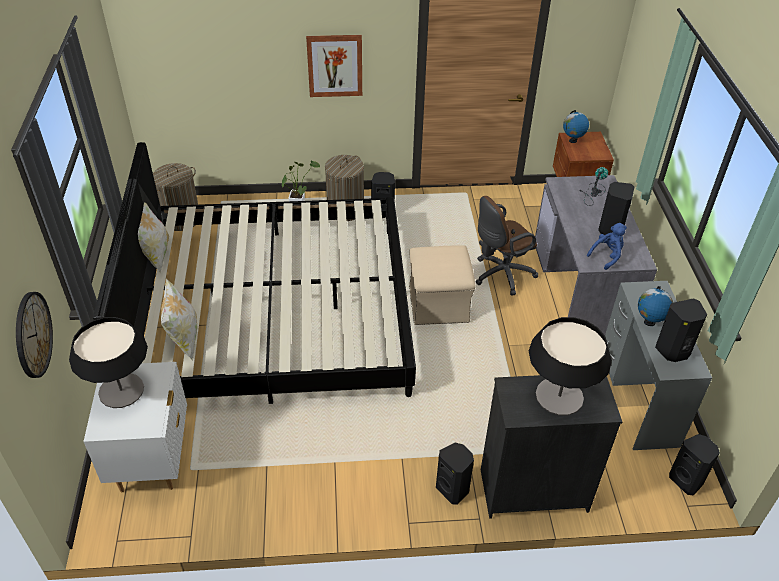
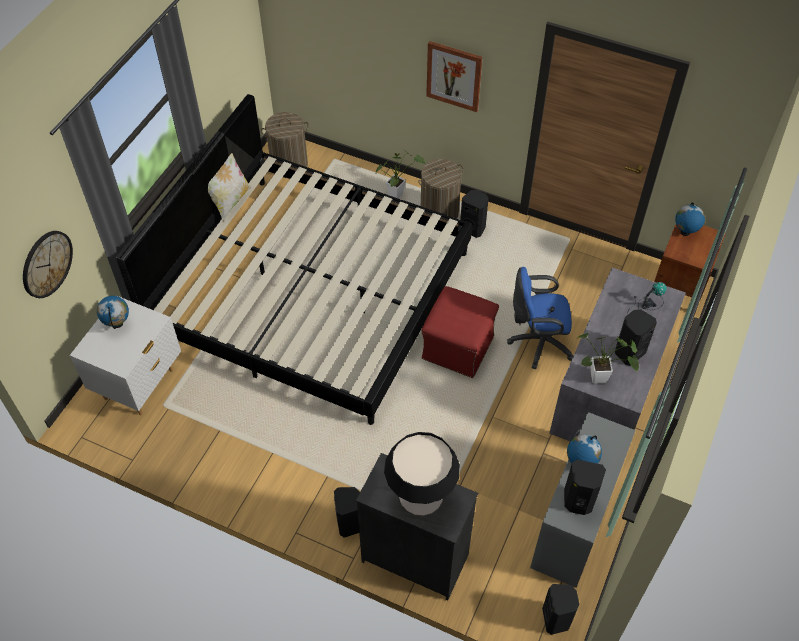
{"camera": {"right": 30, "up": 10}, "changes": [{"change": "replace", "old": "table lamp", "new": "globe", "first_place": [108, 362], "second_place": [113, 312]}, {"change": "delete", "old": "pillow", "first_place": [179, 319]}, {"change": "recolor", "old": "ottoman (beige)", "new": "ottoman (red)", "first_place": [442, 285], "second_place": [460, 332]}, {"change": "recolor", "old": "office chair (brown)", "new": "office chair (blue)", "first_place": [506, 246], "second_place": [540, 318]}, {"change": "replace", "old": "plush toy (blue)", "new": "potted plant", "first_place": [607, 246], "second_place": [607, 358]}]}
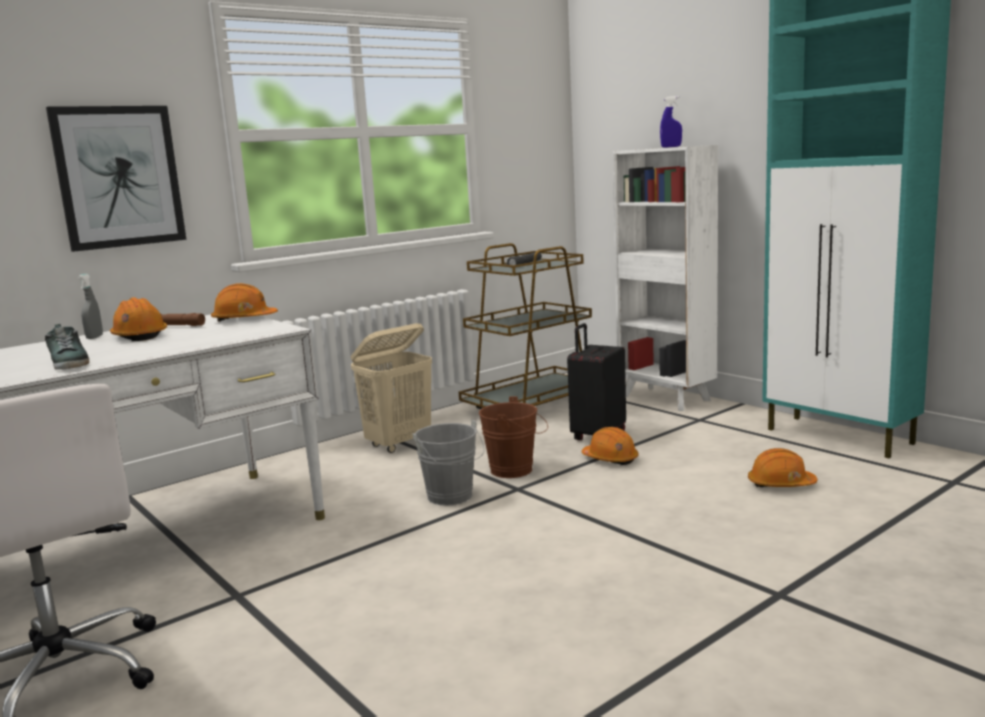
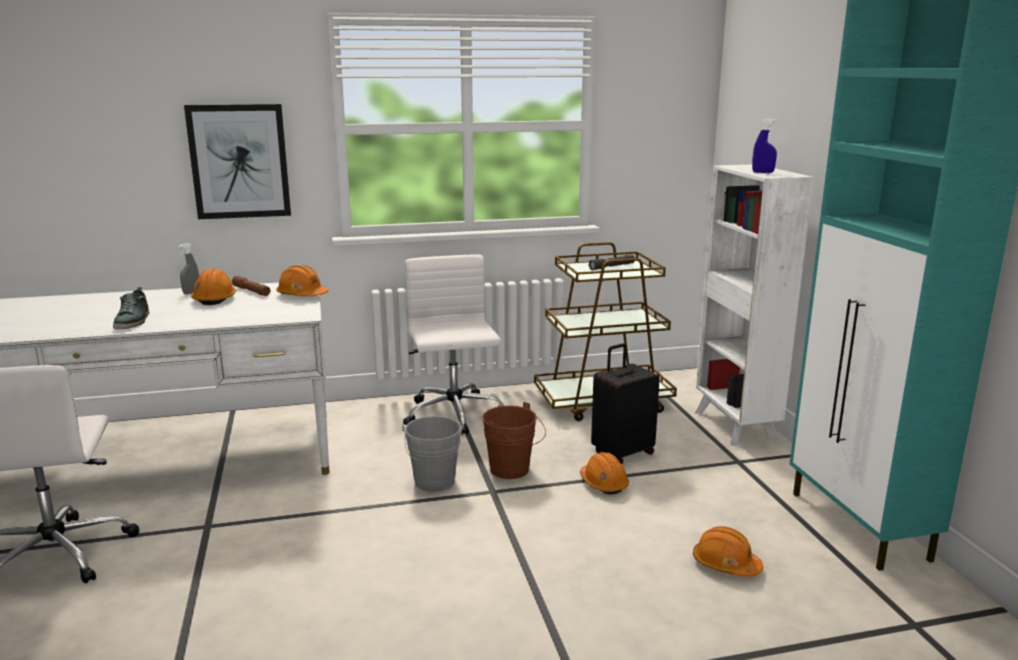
{"camera": {"right": 25, "up": 5}, "changes": [{"change": "replace", "old": "laundry basket (beige)", "new": "office chair (white)", "first_place": [391, 388], "second_place": [453, 345]}]}
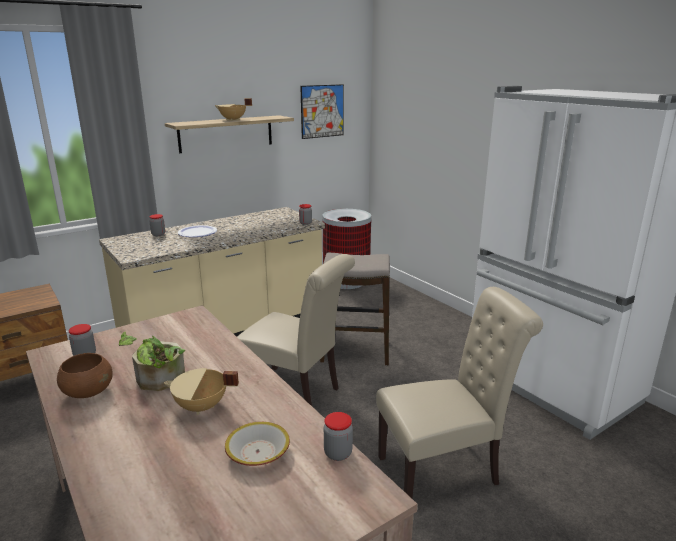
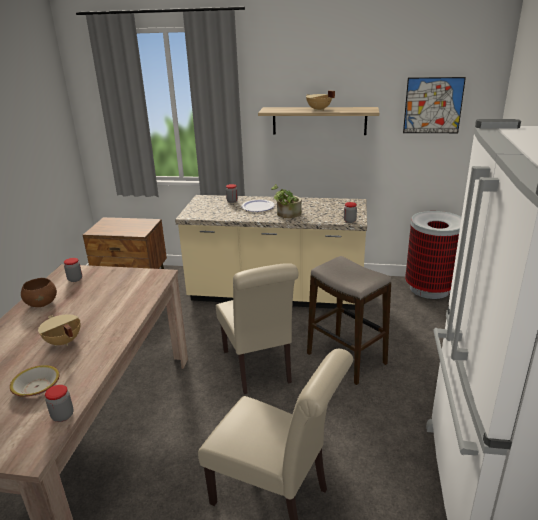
{"camera": {"right": 45, "up": 5}, "changes": [{"change": "move", "old": "potted plant", "first_place": [152, 361], "second_place": [286, 201]}]}
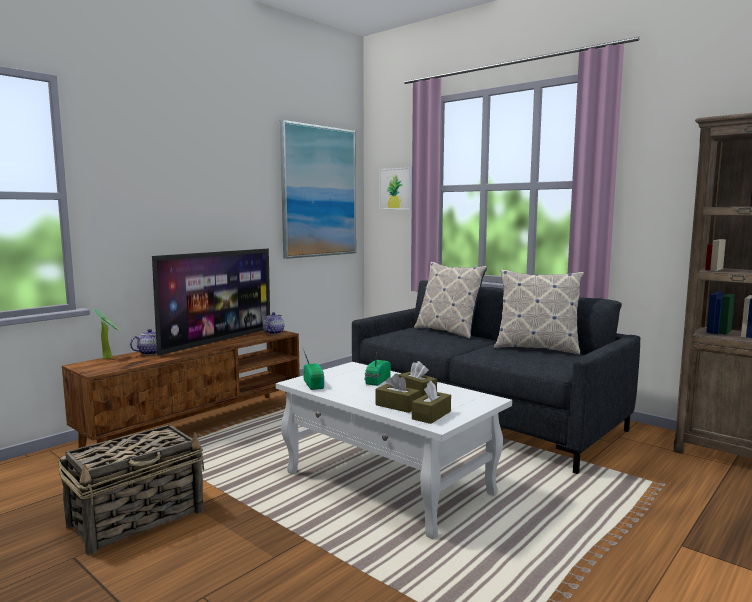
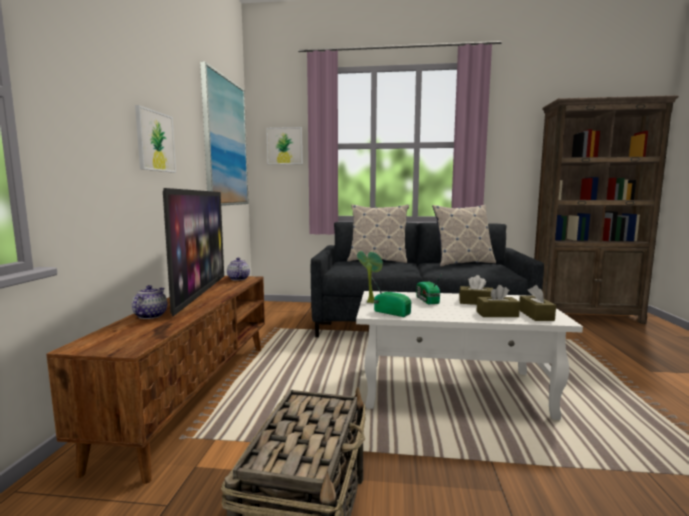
{"camera": {"right": -35, "up": 0}, "changes": [{"change": "move", "old": "potted plant", "first_place": [106, 333], "second_place": [370, 277]}, {"change": "insert", "new": "picture", "second_place": [155, 139]}]}
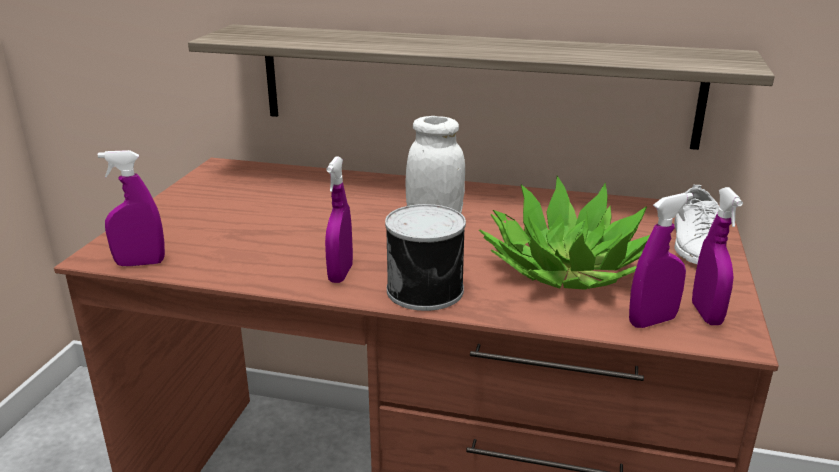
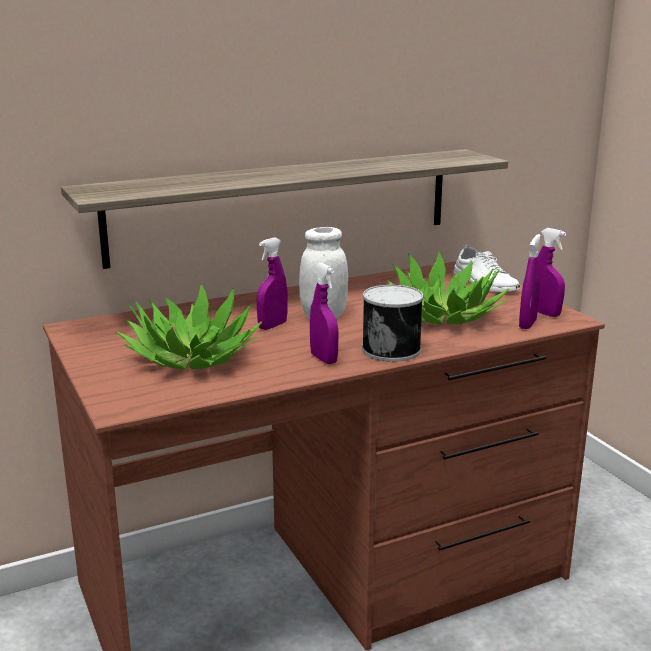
{"camera": {"right": -40, "up": -5}, "changes": [{"change": "move", "old": "spray bottle (purple)", "first_place": [131, 208], "second_place": [272, 283]}, {"change": "insert", "new": "potted plant", "second_place": [188, 327]}]}
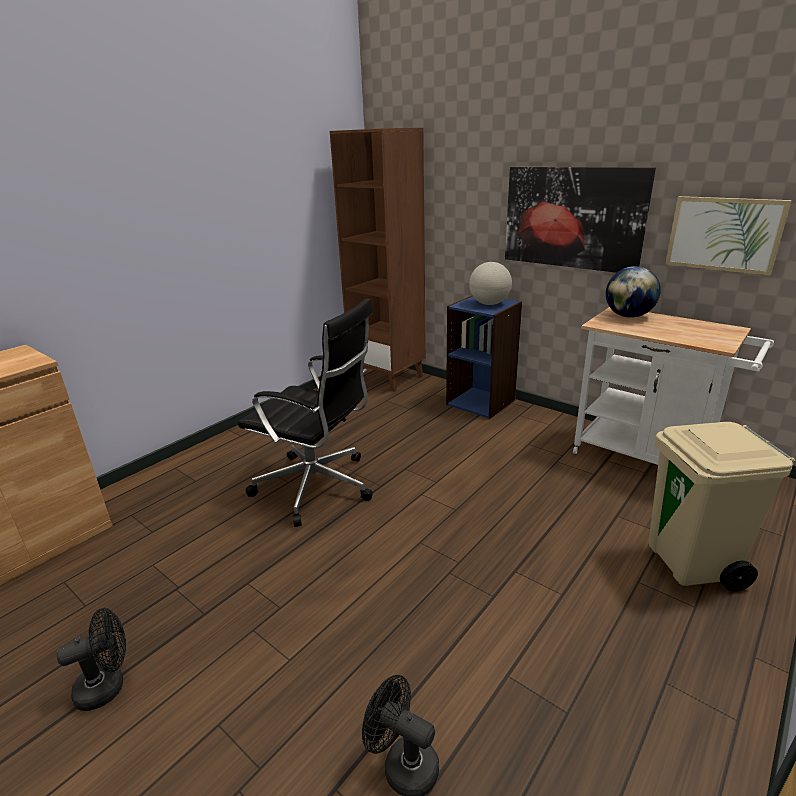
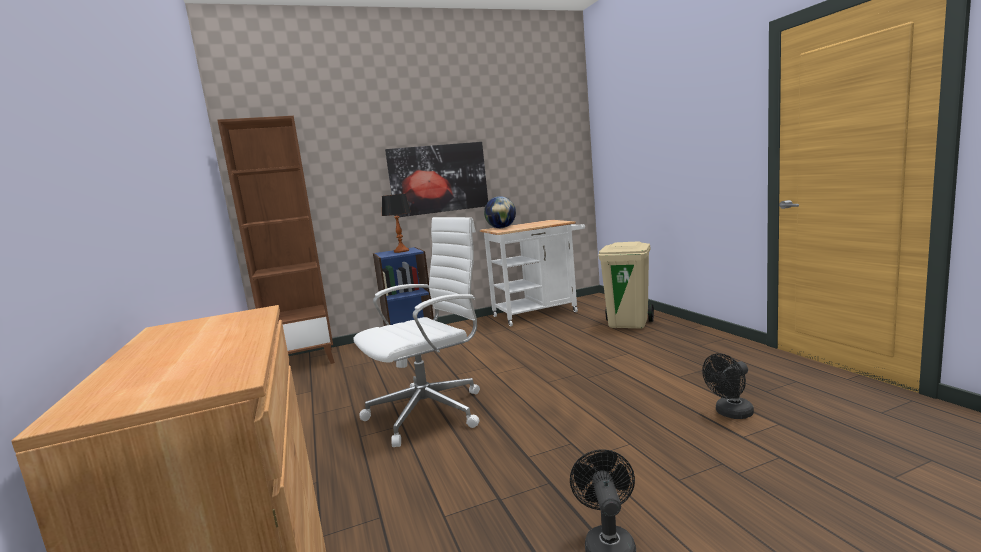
{"camera": {"right": -60, "up": -15}, "changes": [{"change": "recolor", "old": "office chair (black)", "new": "office chair (white)", "first_place": [305, 412], "second_place": [416, 332]}, {"change": "replace", "old": "globe", "new": "table lamp", "first_place": [490, 283], "second_place": [396, 223]}, {"change": "delete", "old": "picture", "first_place": [728, 236]}]}
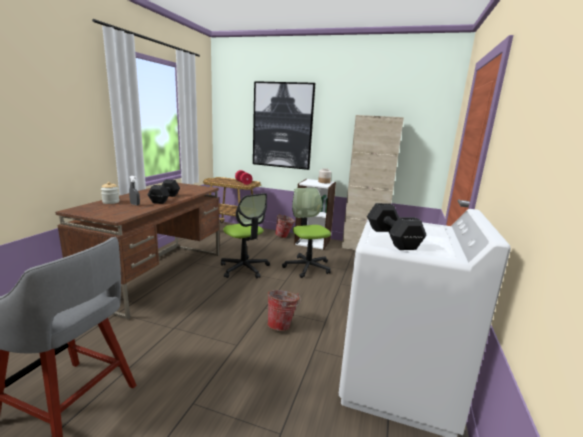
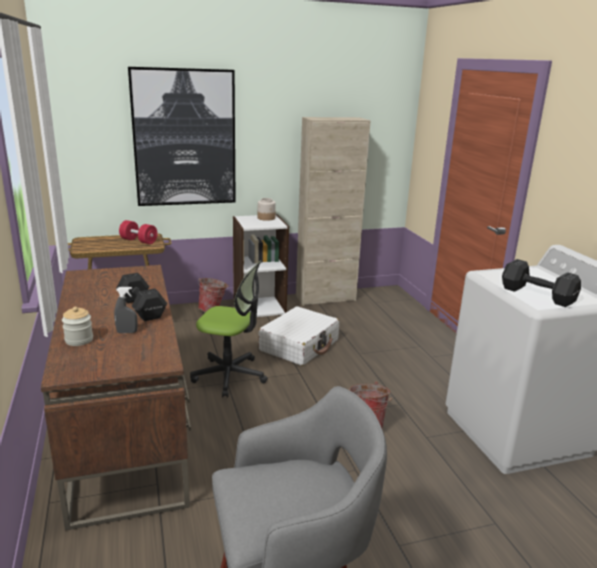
{"camera": {"right": -35, "up": 5}, "changes": [{"change": "replace", "old": "office chair", "new": "suitcase (white)", "first_place": [306, 233], "second_place": [298, 336]}]}
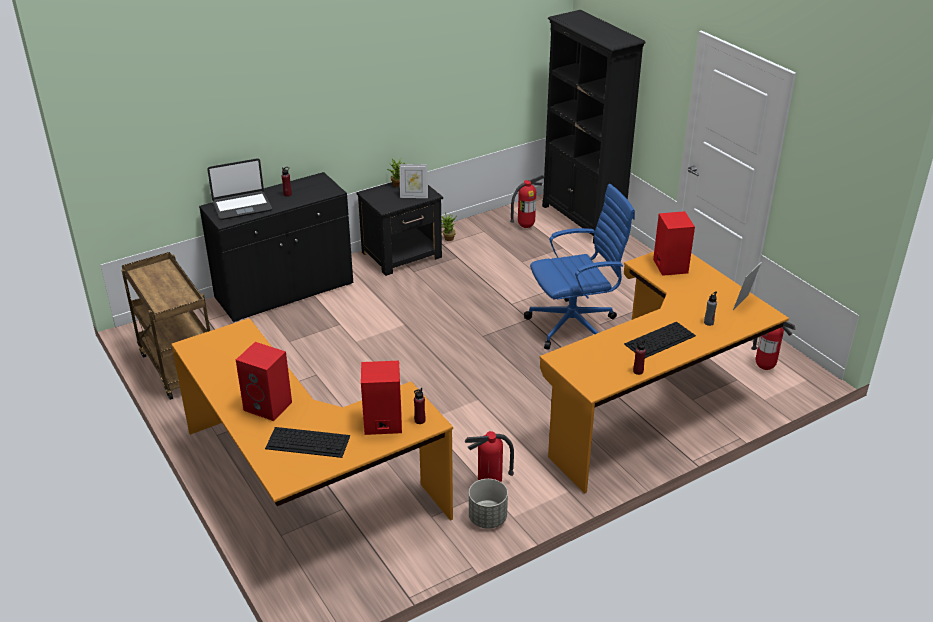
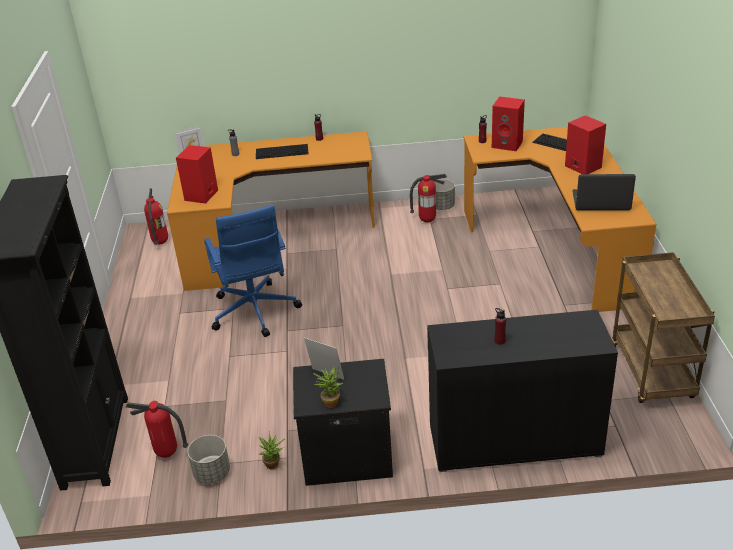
{"camera": {"right": -150, "up": 0}, "changes": [{"change": "move", "old": "laptop", "first_place": [239, 189], "second_place": [604, 192]}, {"change": "rotate", "old": "office chair (blue)", "first_place": [579, 267], "second_place": [253, 271], "degrees": -120}, {"change": "insert", "new": "planter (grey)", "second_place": [209, 459]}]}
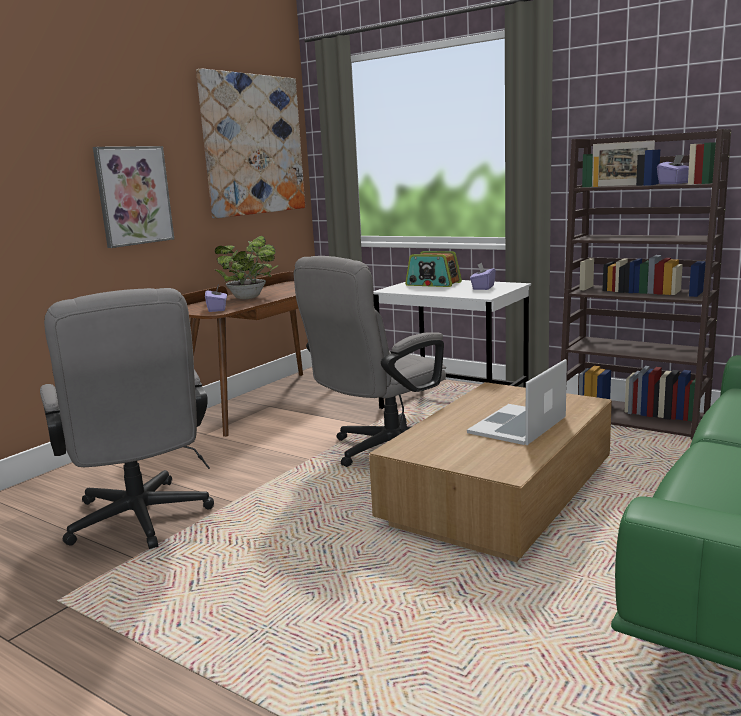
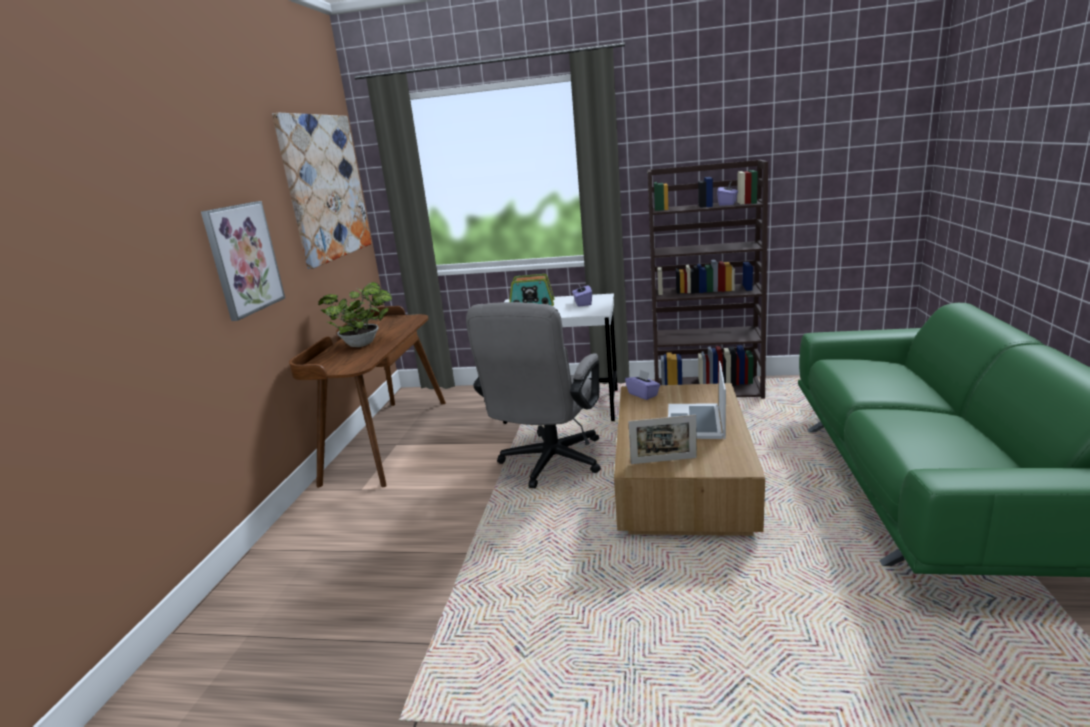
{"camera": {"right": -25, "up": 5}, "changes": [{"change": "delete", "old": "office chair (grey)", "first_place": [127, 418]}, {"change": "move", "old": "tissue box (purple)", "first_place": [216, 298], "second_place": [642, 384]}, {"change": "move", "old": "picture frame", "first_place": [623, 163], "second_place": [663, 439]}]}
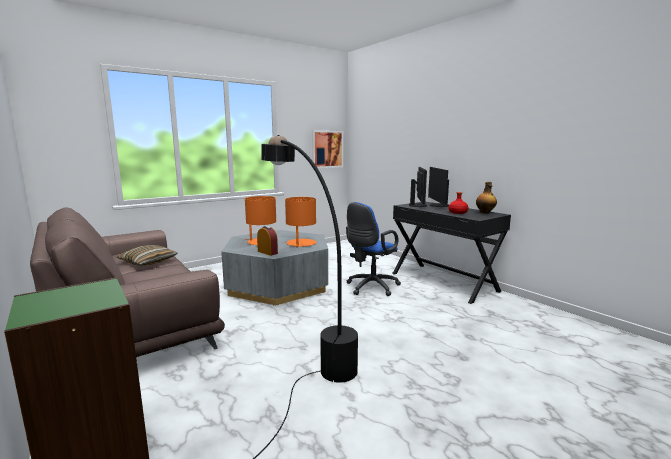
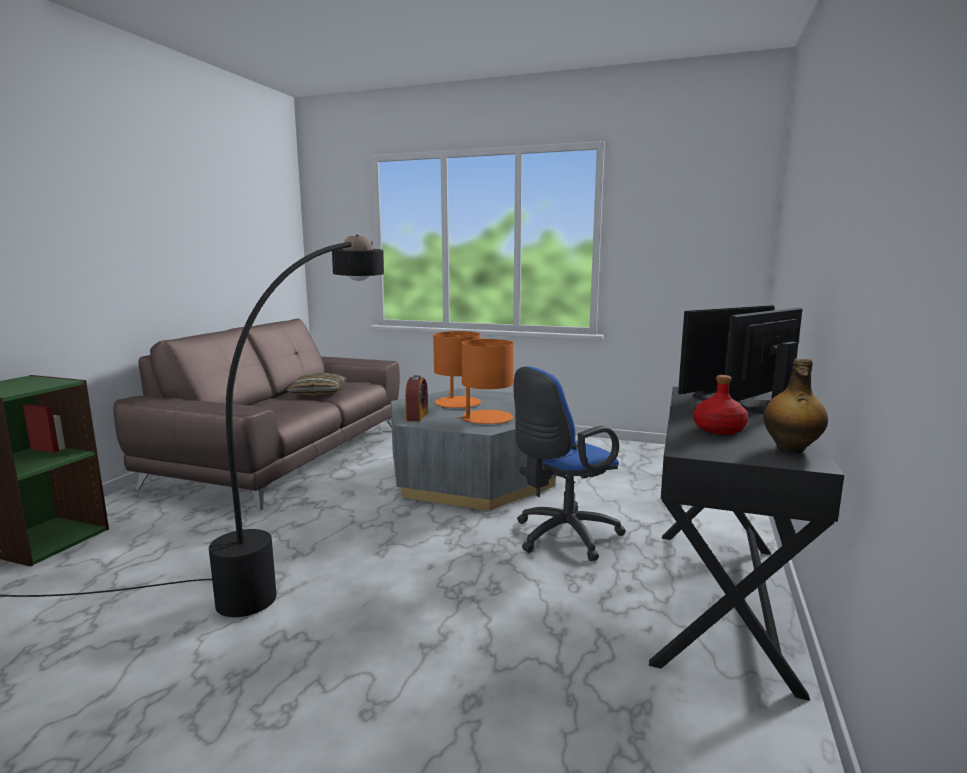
{"camera": {"right": 55, "up": 0}, "changes": [{"change": "delete", "old": "picture", "first_place": [327, 149]}, {"change": "rotate", "old": "office chair (blue)", "first_place": [373, 249], "second_place": [570, 463], "degrees": -45}]}
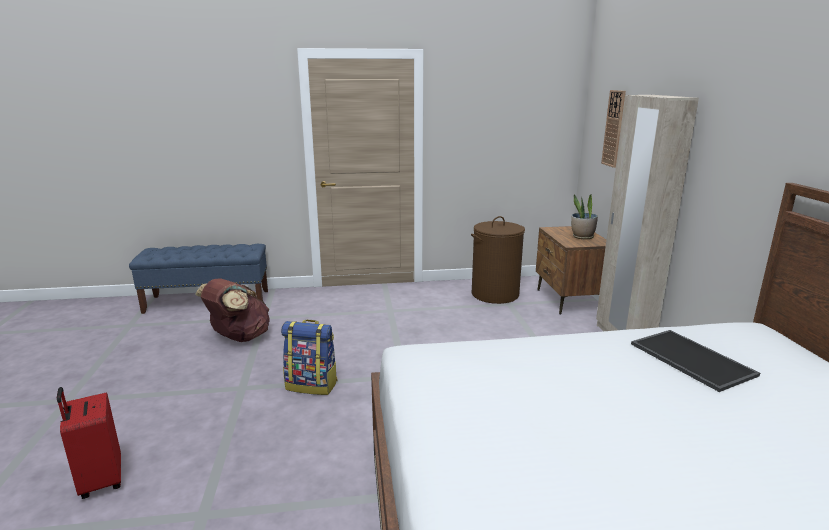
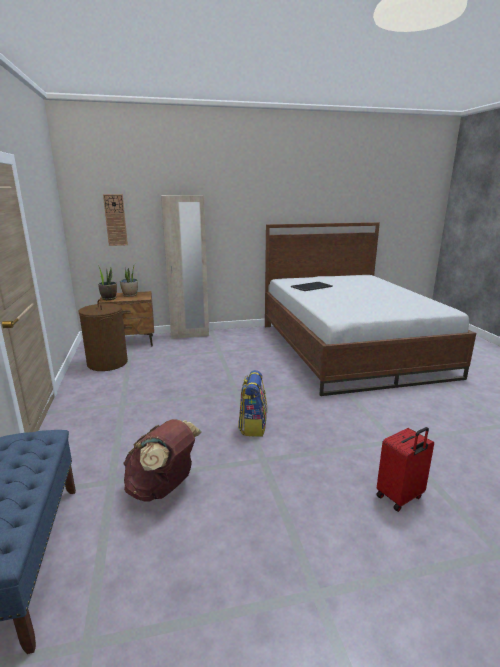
{"camera": {"right": -95, "up": 0}, "changes": [{"change": "insert", "new": "potted plant", "second_place": [107, 283]}]}
